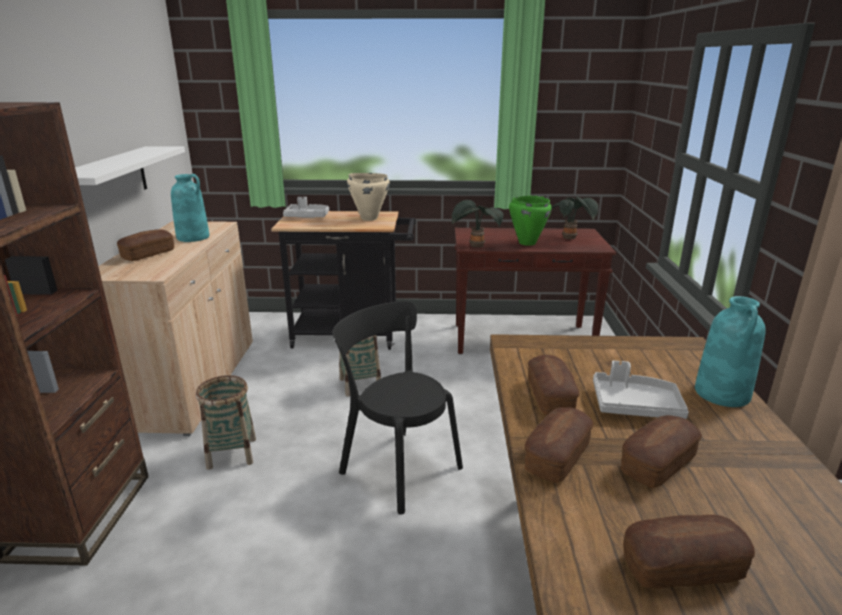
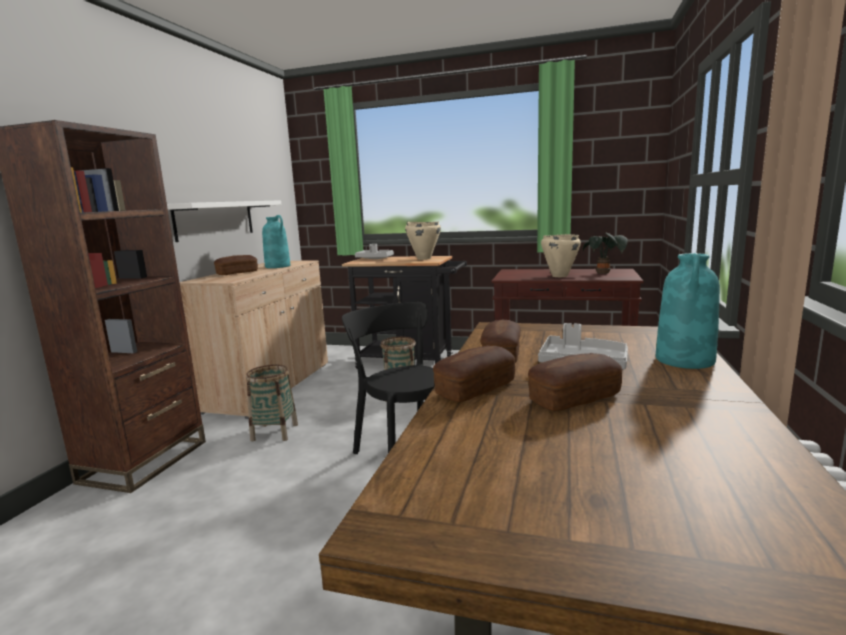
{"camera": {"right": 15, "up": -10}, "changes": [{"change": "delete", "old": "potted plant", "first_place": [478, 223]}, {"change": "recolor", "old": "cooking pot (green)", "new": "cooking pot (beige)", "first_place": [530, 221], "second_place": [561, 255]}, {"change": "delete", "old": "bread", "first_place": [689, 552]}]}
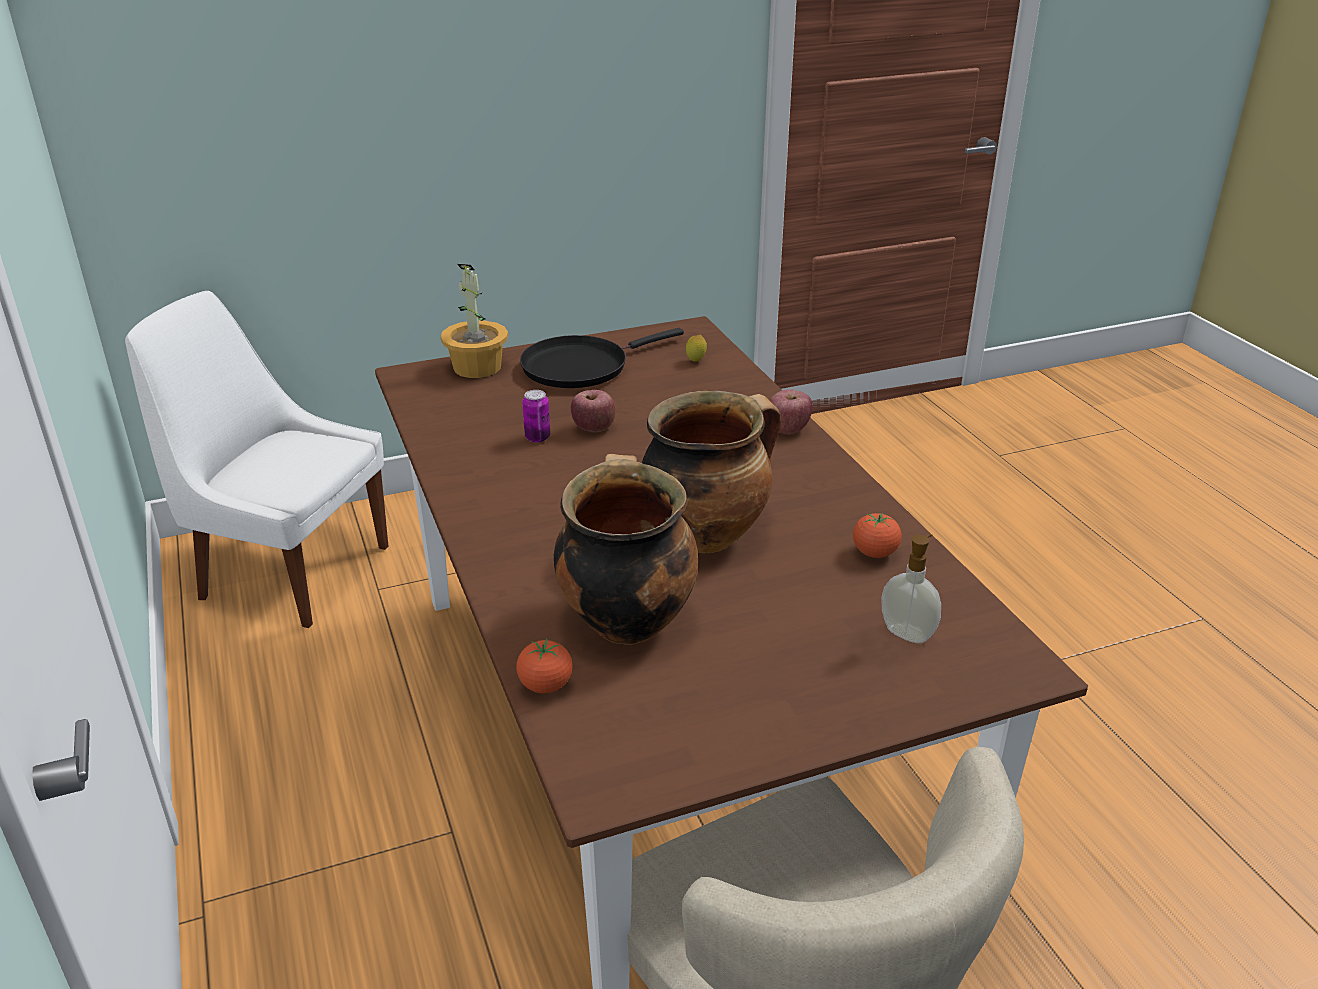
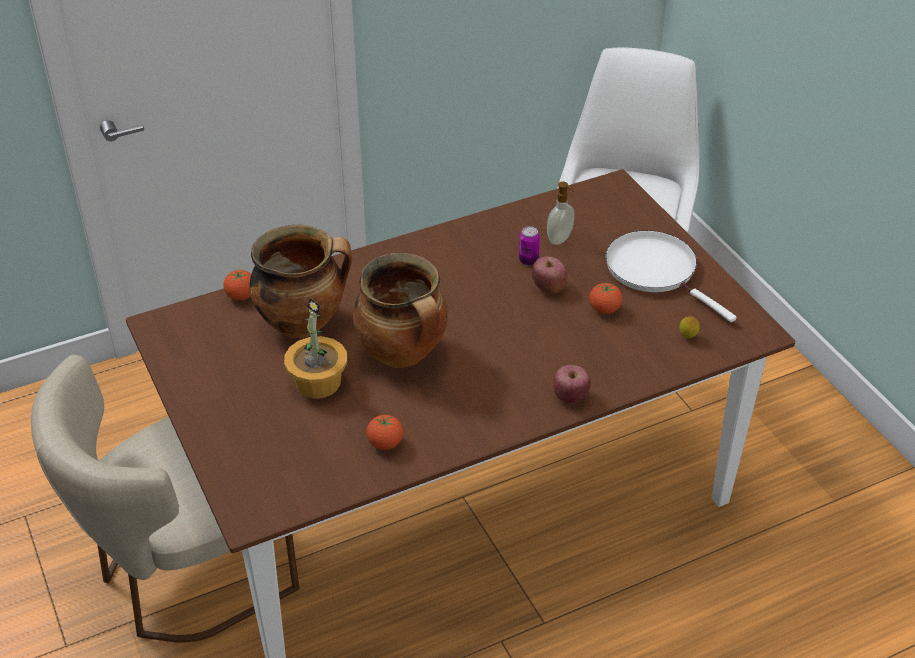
{"camera": {"right": 85, "up": 10}, "changes": [{"change": "move", "old": "potted plant", "first_place": [474, 321], "second_place": [315, 348]}, {"change": "recolor", "old": "frying pan (black)", "new": "frying pan (white)", "first_place": [602, 358], "second_place": [671, 276]}, {"change": "move", "old": "soap dispenser", "first_place": [911, 588], "second_place": [561, 213]}, {"change": "insert", "new": "tomato", "second_place": [605, 298]}]}
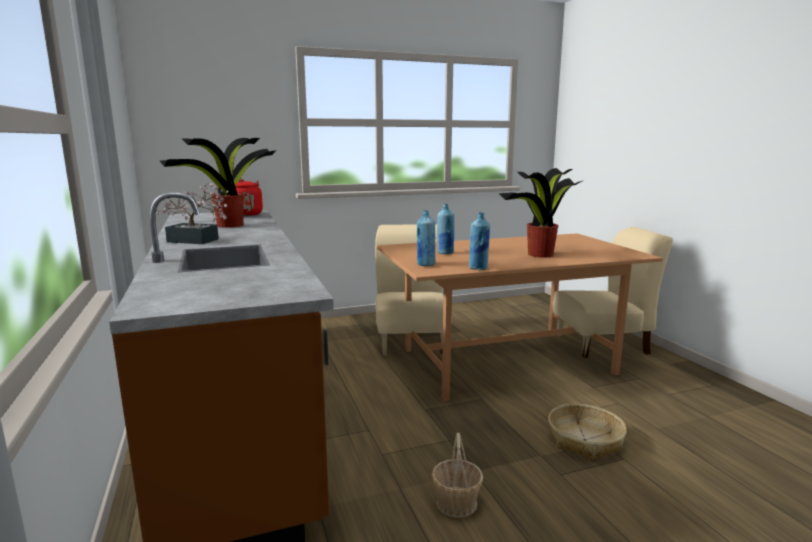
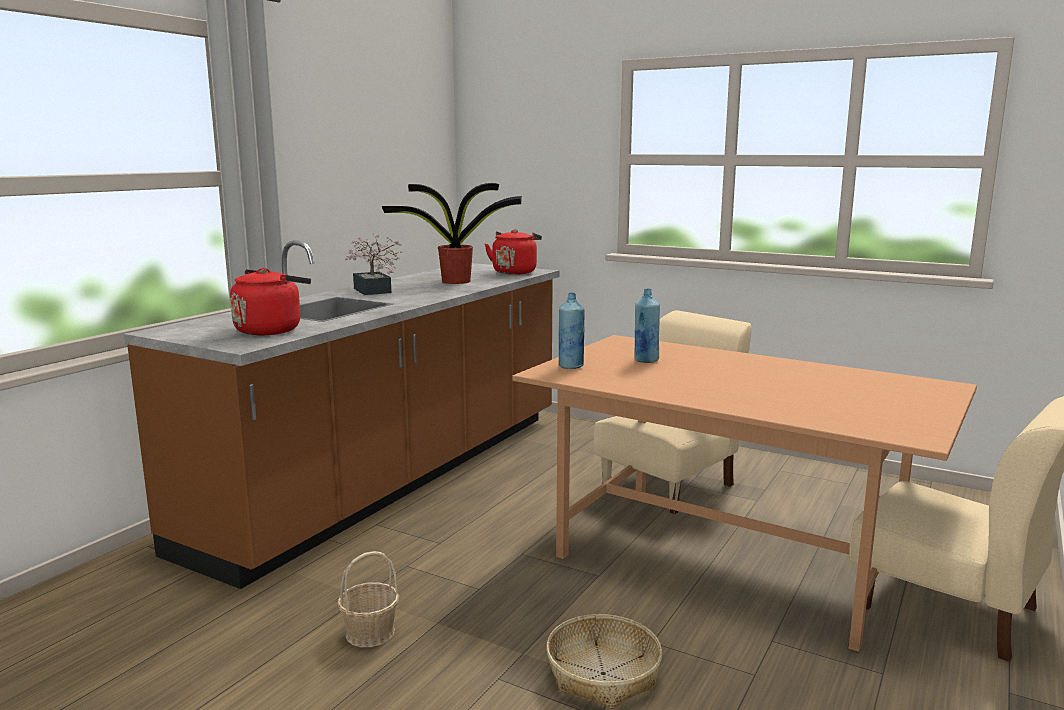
{"camera": {"right": 50, "up": 0}, "changes": [{"change": "delete", "old": "bottle (blue)", "first_place": [479, 241]}, {"change": "delete", "old": "potted plant", "first_place": [540, 213]}, {"change": "insert", "new": "kettle (red)", "second_place": [270, 301]}]}
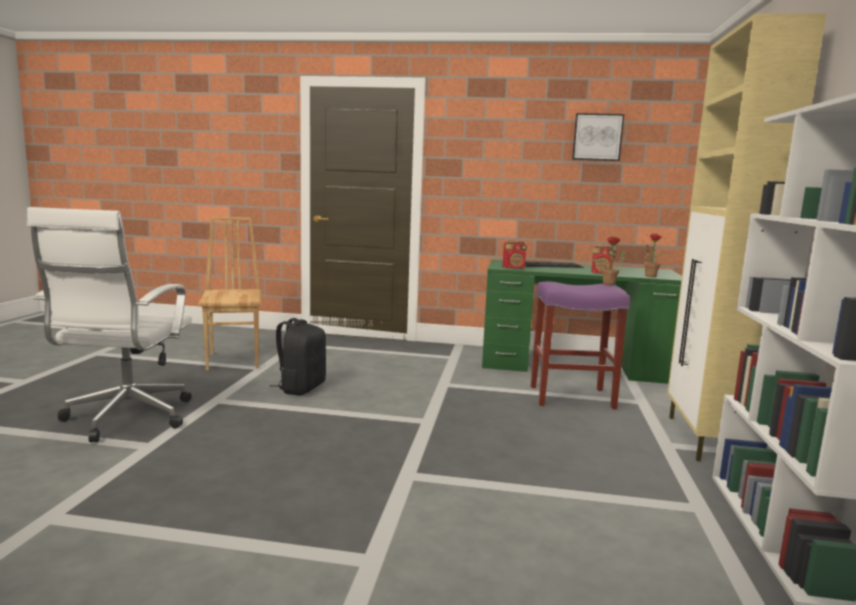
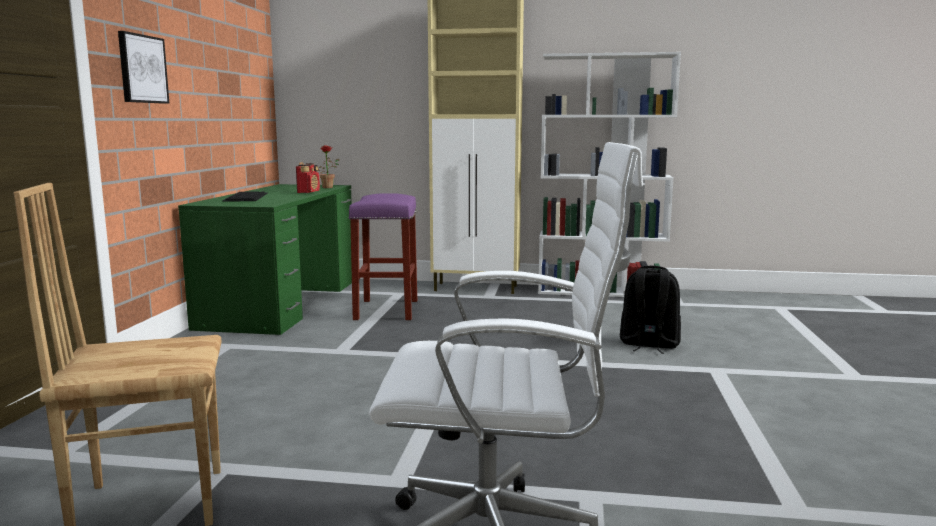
{"camera": {"right": -90, "up": 0}, "changes": [{"change": "move", "old": "backpack (black)", "first_place": [298, 356], "second_place": [650, 310]}, {"change": "delete", "old": "radio", "first_place": [515, 254]}, {"change": "move", "old": "picture", "first_place": [598, 137], "second_place": [143, 67]}, {"change": "delete", "old": "potted plant", "first_place": [609, 261]}]}
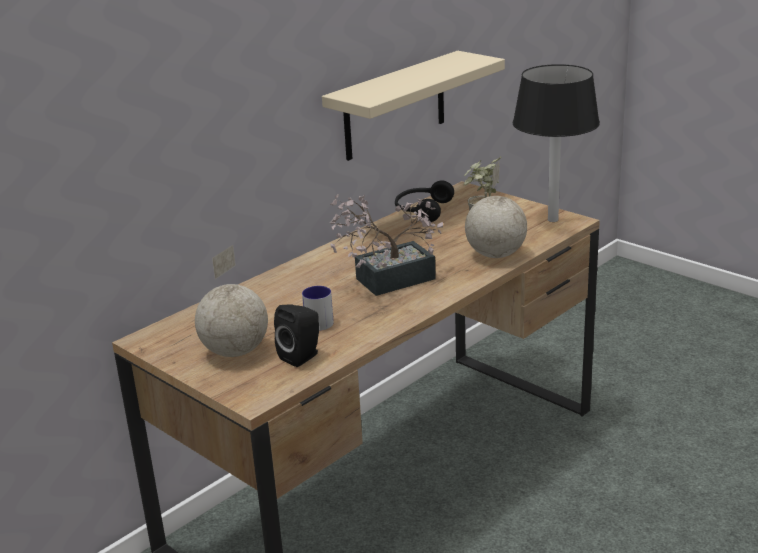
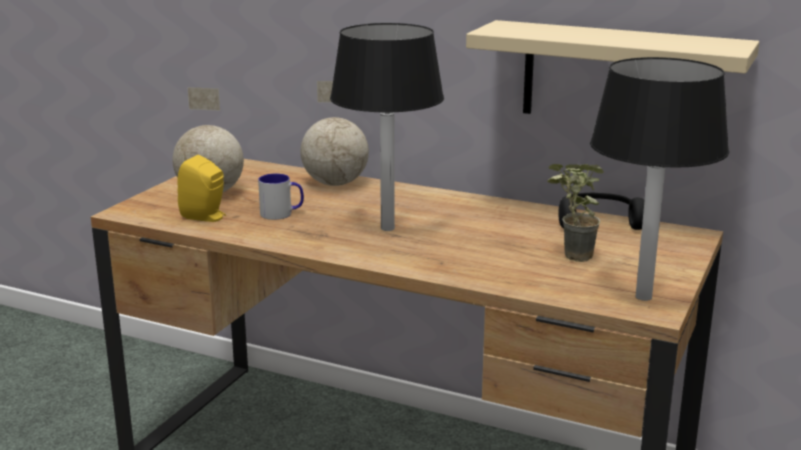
{"camera": {"right": 70, "up": -5}, "changes": [{"change": "recolor", "old": "speaker (black)", "new": "speaker (yellow)", "first_place": [296, 335], "second_place": [201, 188]}, {"change": "replace", "old": "potted plant", "new": "table lamp (black)", "first_place": [386, 245], "second_place": [387, 127]}, {"change": "move", "old": "globe", "first_place": [496, 210], "second_place": [335, 133]}]}
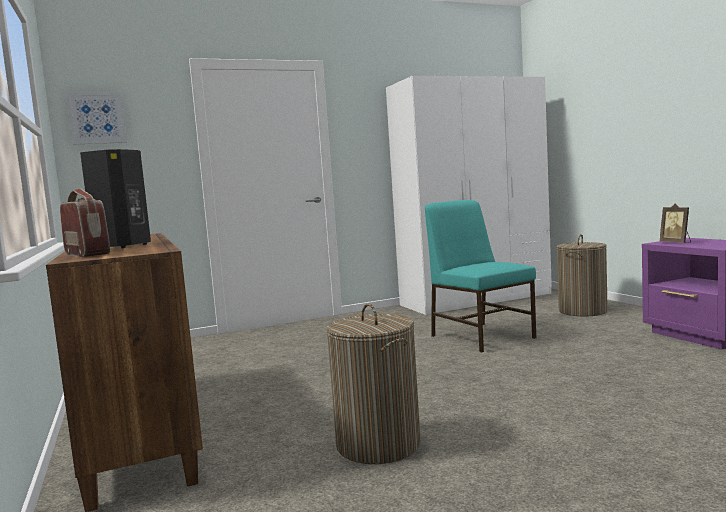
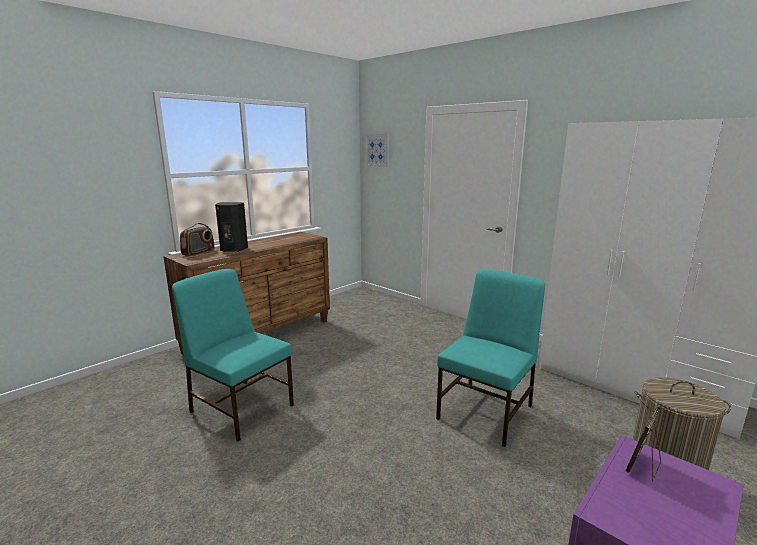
{"camera": {"right": 65, "up": 10}, "changes": [{"change": "replace", "old": "laundry basket", "new": "chair (turquoise)", "first_place": [373, 384], "second_place": [233, 355]}]}
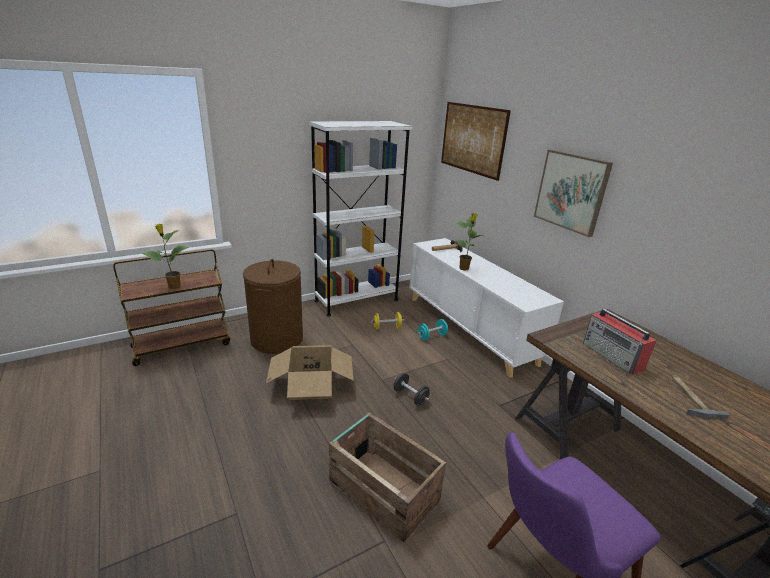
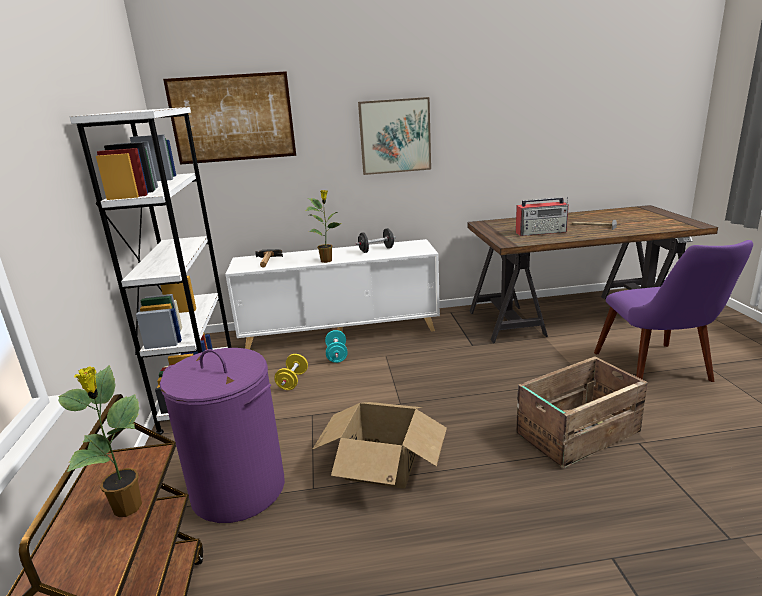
{"camera": {"right": -65, "up": -5}, "changes": [{"change": "recolor", "old": "laundry basket (brown)", "new": "laundry basket (purple)", "first_place": [273, 306], "second_place": [222, 435]}, {"change": "move", "old": "dumbbell (black)", "first_place": [412, 389], "second_place": [376, 240]}]}
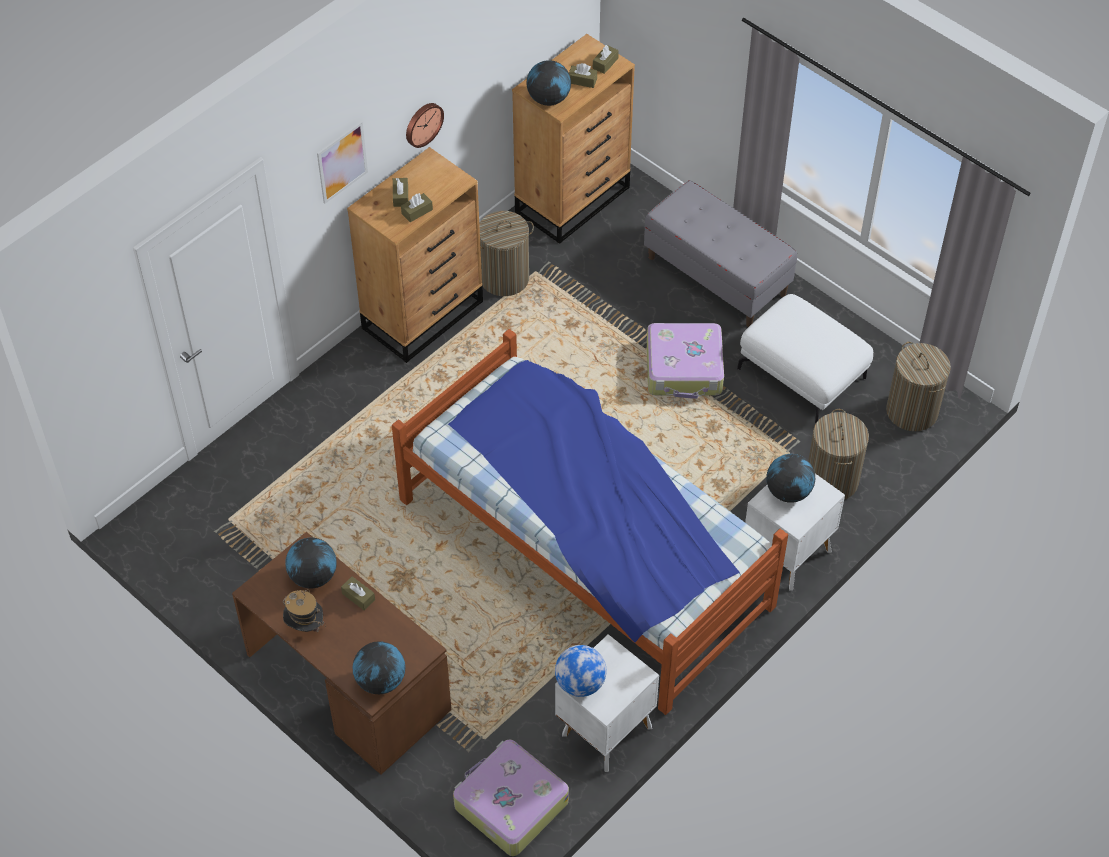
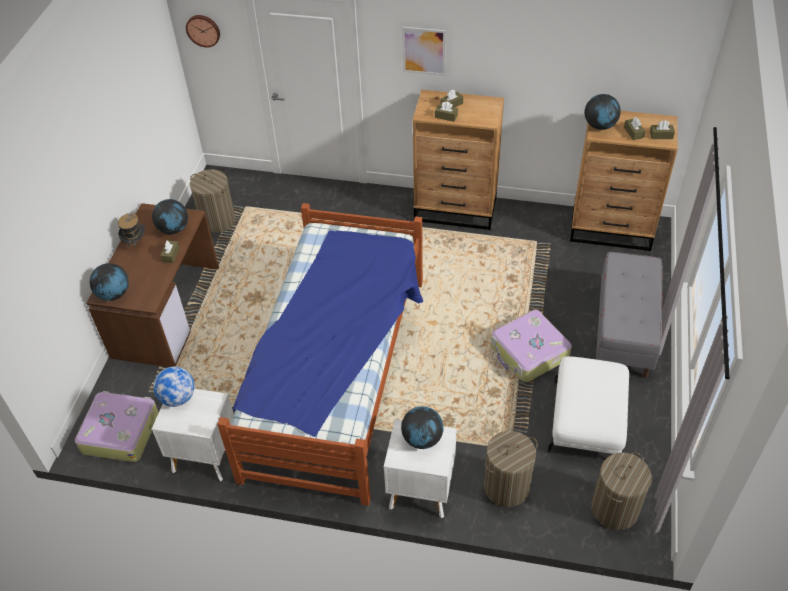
{"camera": {"right": 60, "up": -5}, "changes": [{"change": "move", "old": "wall clock", "first_place": [425, 125], "second_place": [203, 31]}, {"change": "move", "old": "laundry basket", "first_place": [506, 253], "second_place": [213, 201]}]}
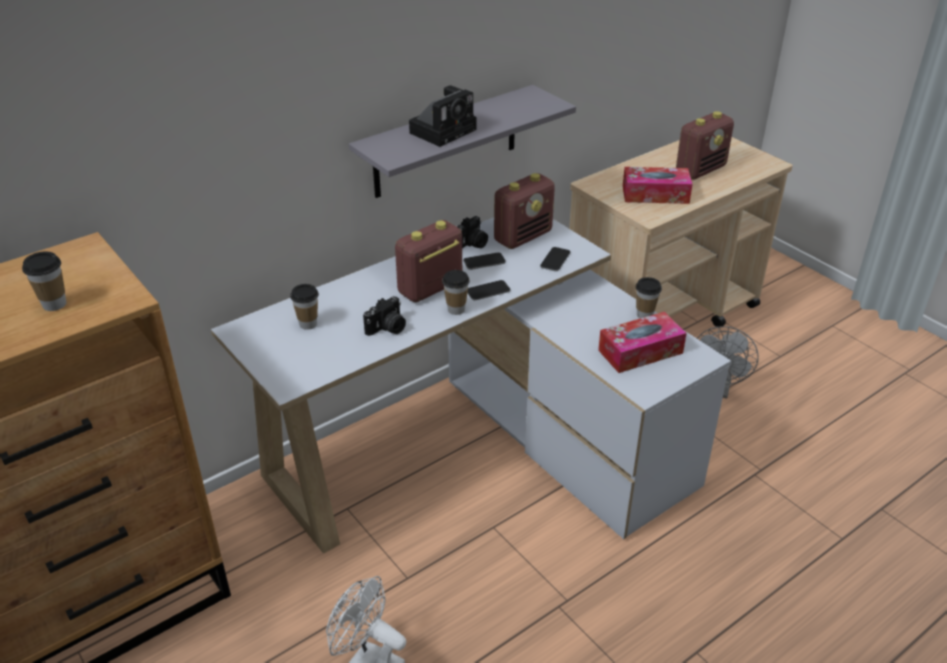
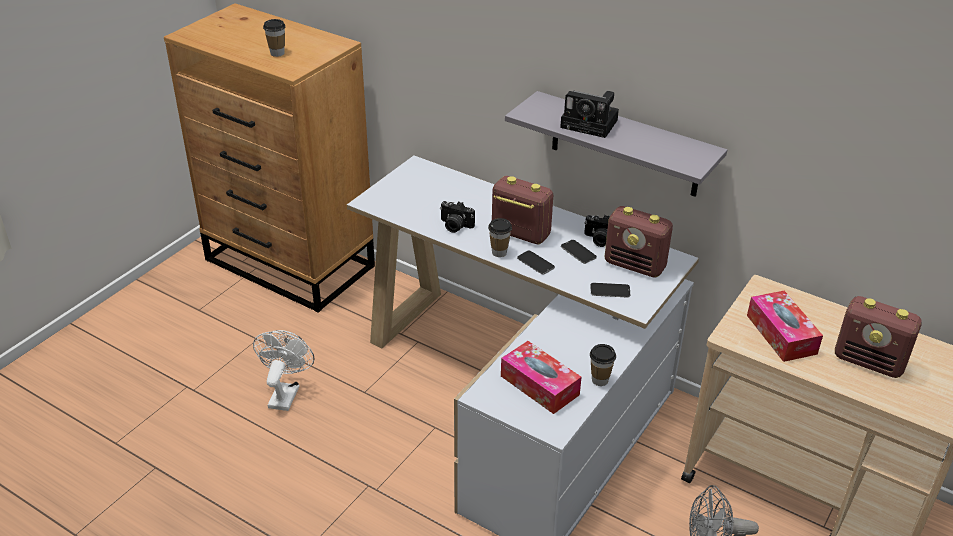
{"camera": {"right": 70, "up": 0}, "changes": [{"change": "delete", "old": "cup", "first_place": [304, 307]}]}
